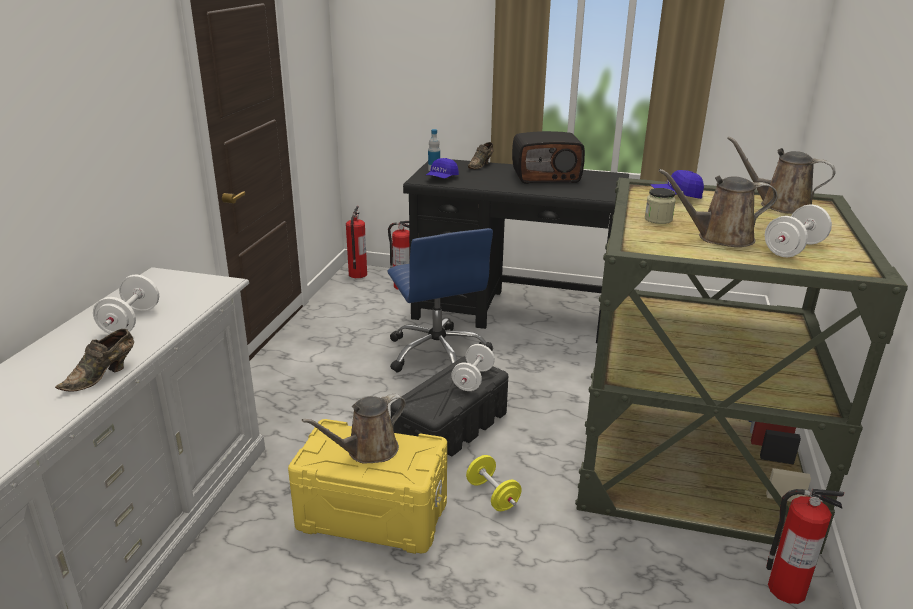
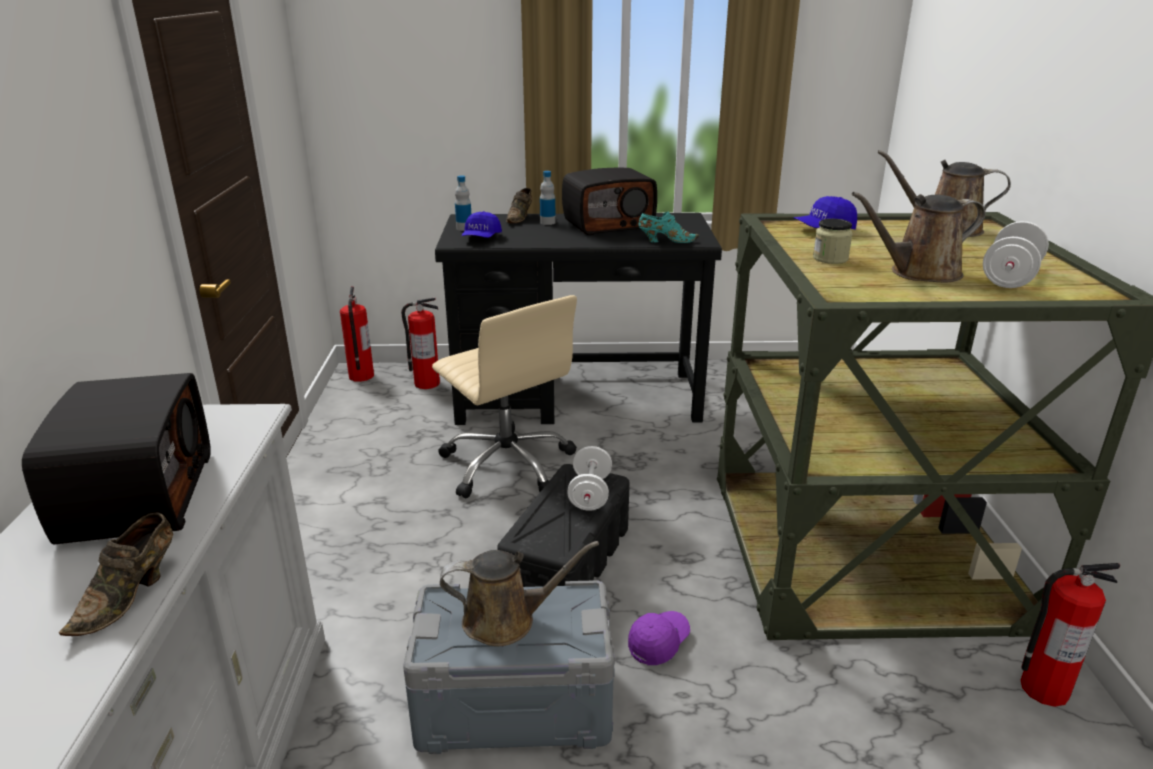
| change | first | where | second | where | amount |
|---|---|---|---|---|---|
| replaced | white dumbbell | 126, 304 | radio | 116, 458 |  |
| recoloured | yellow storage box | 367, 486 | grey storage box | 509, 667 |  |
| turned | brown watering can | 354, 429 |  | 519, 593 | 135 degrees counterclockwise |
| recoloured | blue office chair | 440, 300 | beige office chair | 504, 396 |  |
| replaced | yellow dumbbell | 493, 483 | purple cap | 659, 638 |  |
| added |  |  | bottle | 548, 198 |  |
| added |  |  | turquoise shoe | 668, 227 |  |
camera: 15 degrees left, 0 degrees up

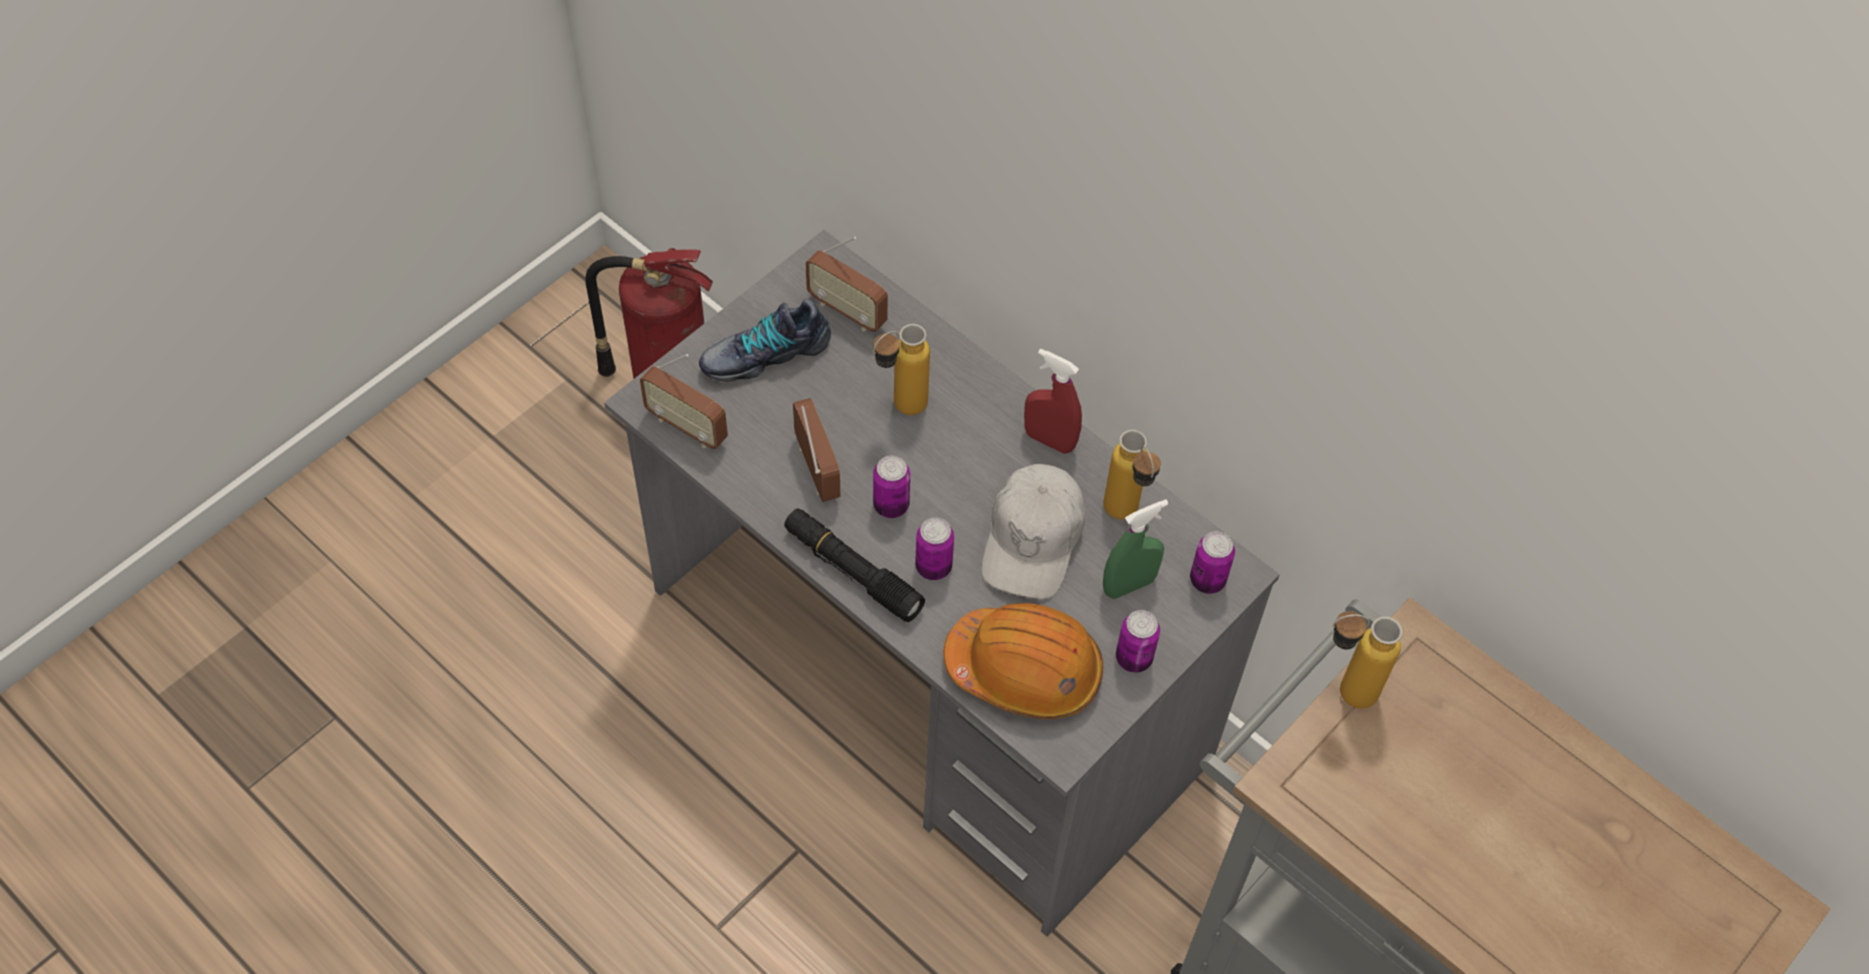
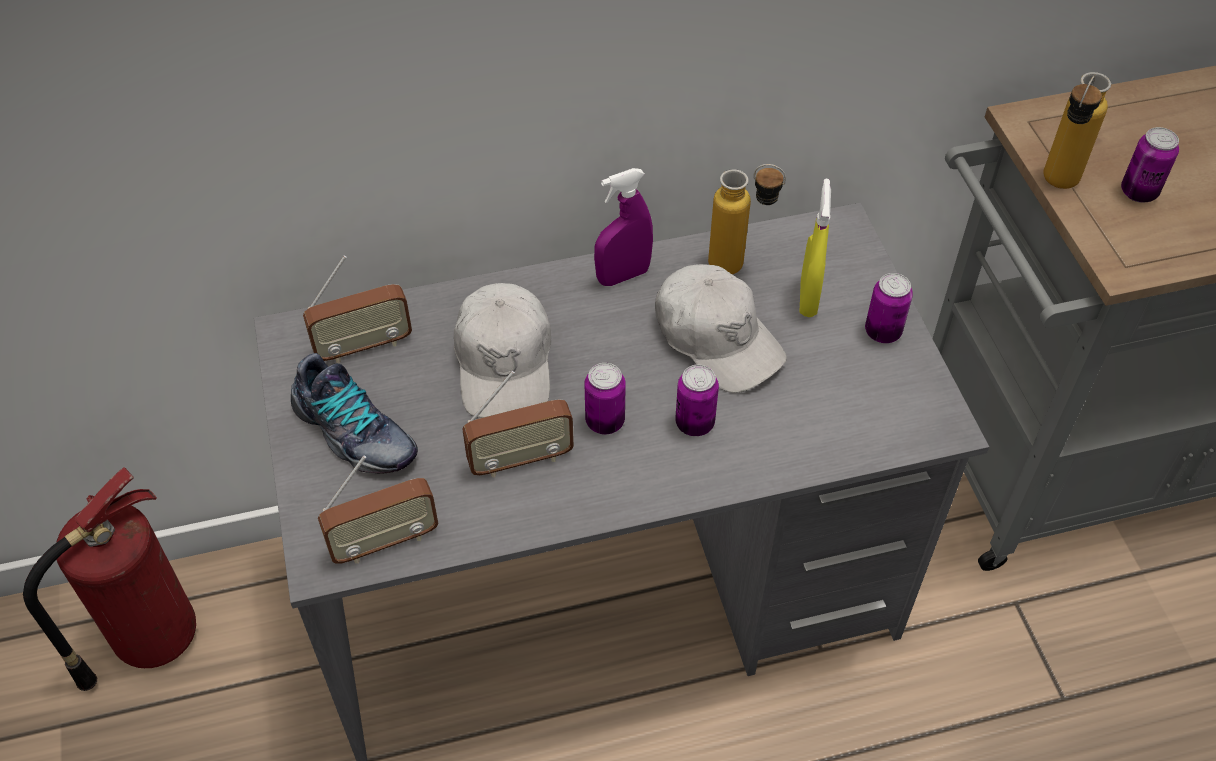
| change | first | where | second | where | amount |
|---|---|---|---|---|---|
| turned | shoe | 765, 340 |  | 354, 413 | 60 degrees counterclockwise |
| removed | black flashlight | 854, 565 |  |  |  |
| turned | radio | 816, 450 |  | 518, 424 | 150 degrees clockwise |
| replaced | bottle | 901, 369 | white cap | 502, 350 |  |
| removed | orange hard hat | 1023, 661 |  |  |  |
| recoloured | red spray bottle | 1053, 401 | purple spray bottle | 623, 227 |  |
| recoloured | green spray bottle | 1135, 549 | yellow spray bottle | 815, 248 |  |
| moved | can | 1212, 562 |  | 1150, 165 |  |
camera: 55 degrees left, 5 degrees down

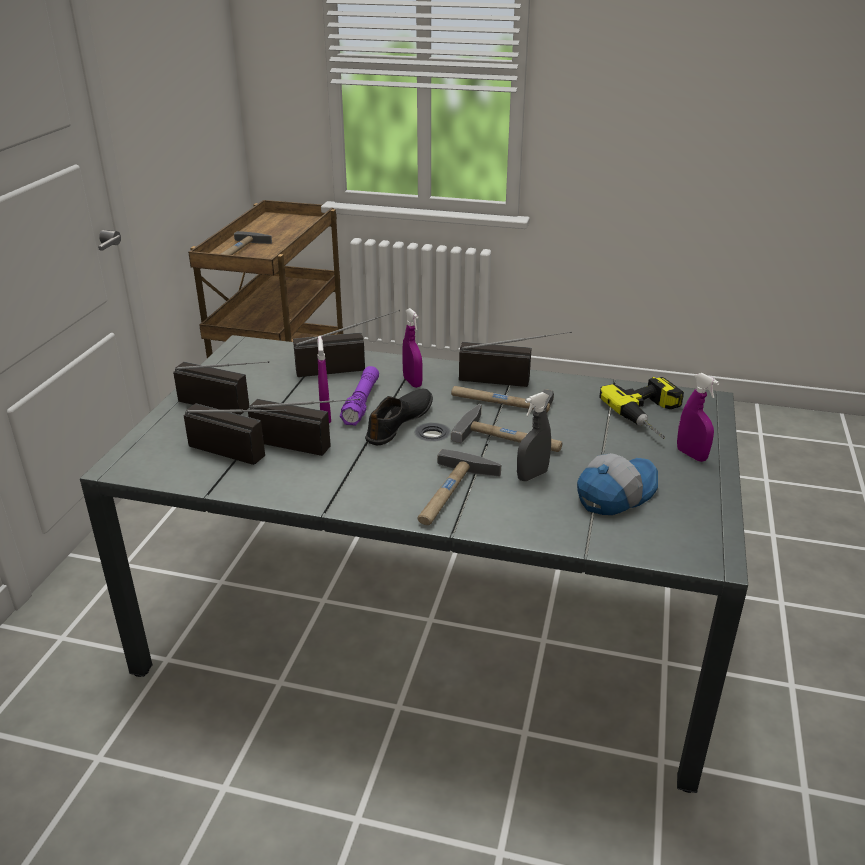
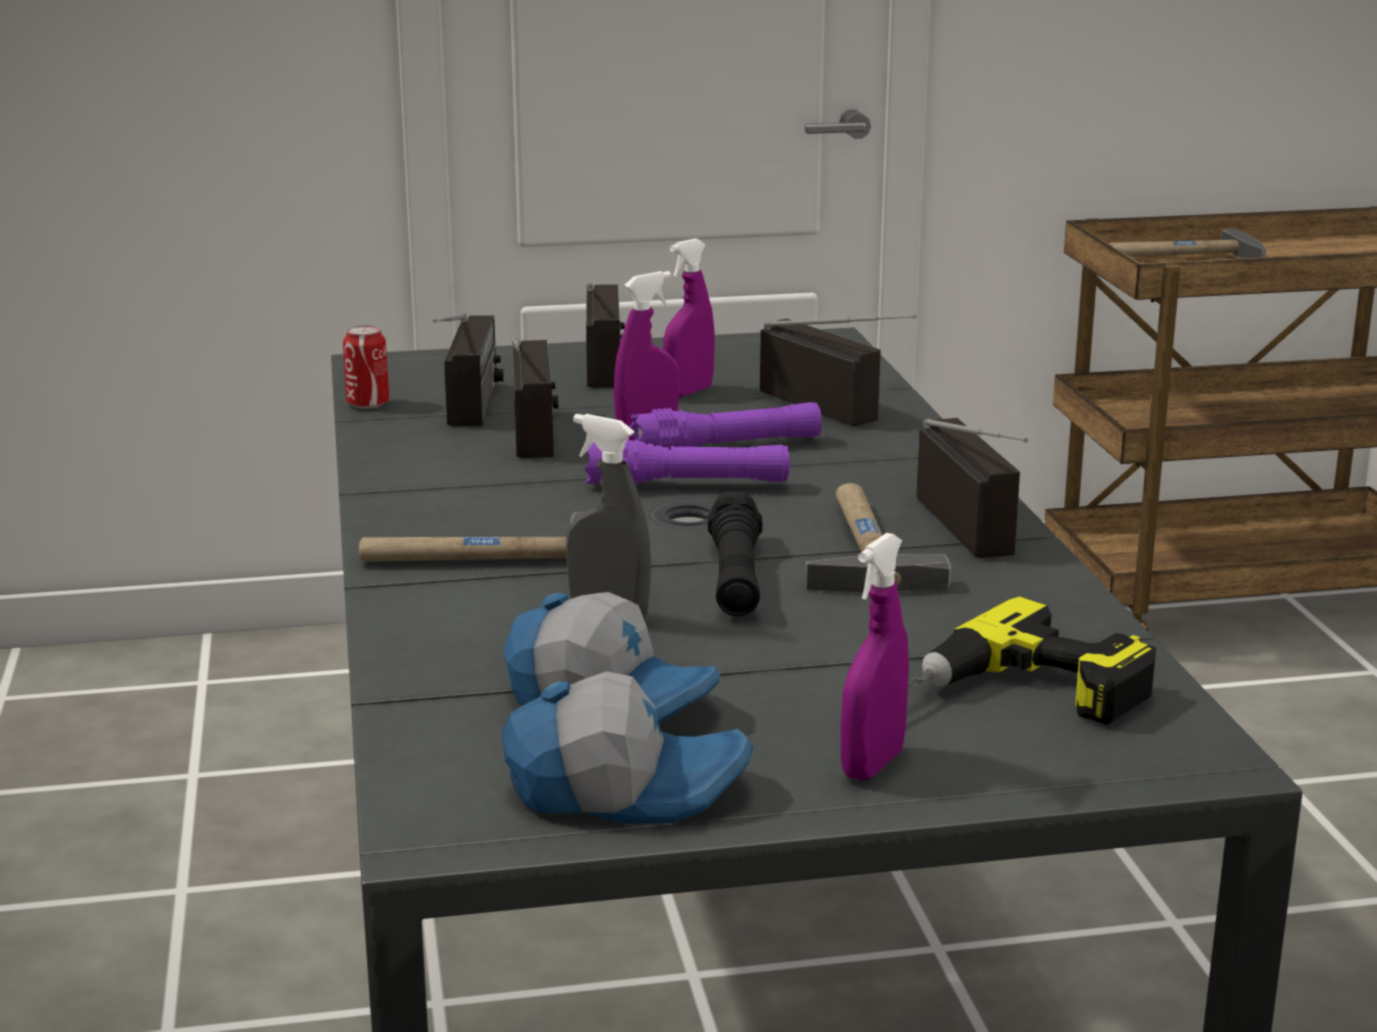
| change | first | where | second | where | amount |
|---|---|---|---|---|---|
| replaced | black shoe | 399, 417 | purple flashlight | 687, 461 |  |
| moved | purple spray bottle | 412, 348 |  | 689, 317 |  |
| replaced | hammer | 507, 428 | black flashlight | 735, 554 |  |
| added |  |  | can | 366, 367 |  |
| added |  |  | cap | 627, 747 |  |
camera: 65 degrees right, 10 degrees down

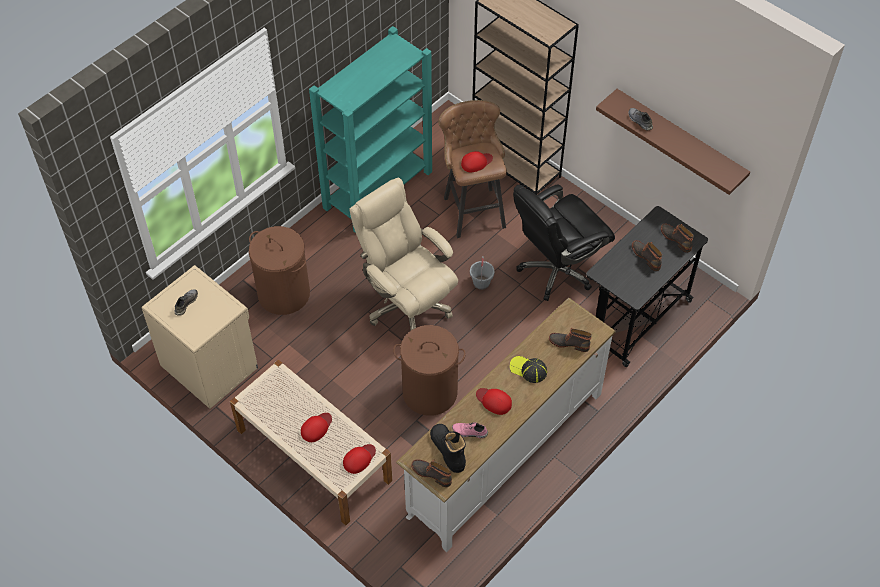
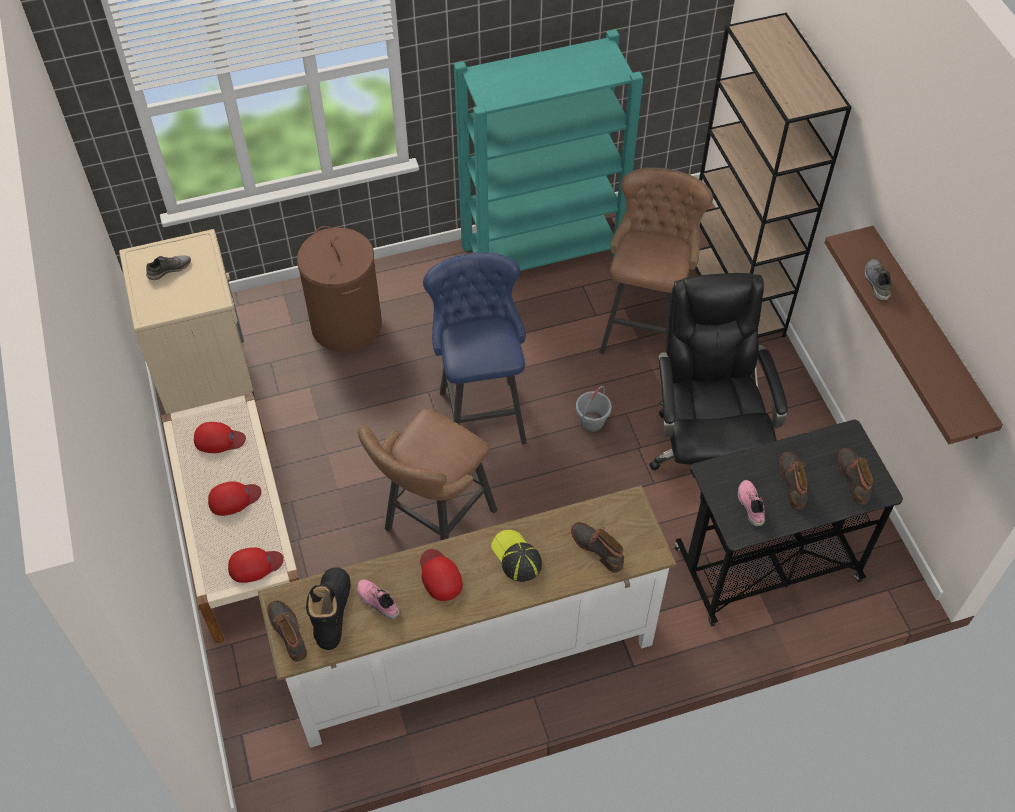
| change | first | where | second | where | amount |
|---|---|---|---|---|---|
| replaced | beige office chair | 403, 253 | blue stool | 475, 348 |  |
| replaced | brown laundry basket | 429, 370 | brown stool | 427, 474 |  |
| moved | red cap | 477, 161 |  | 220, 437 |  |
| turned | black office chair | 564, 242 |  | 718, 371 | 90 degrees clockwise |
| added |  |  | pink shoe | 751, 503 |  |
camera: 30 degrees right, 0 degrees up

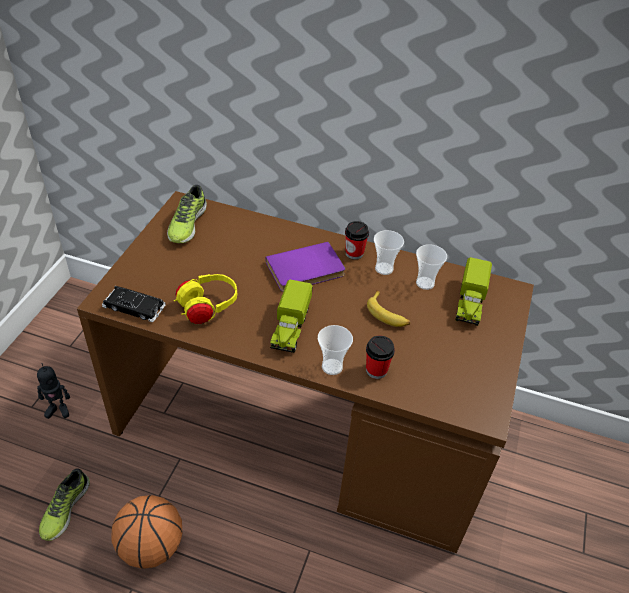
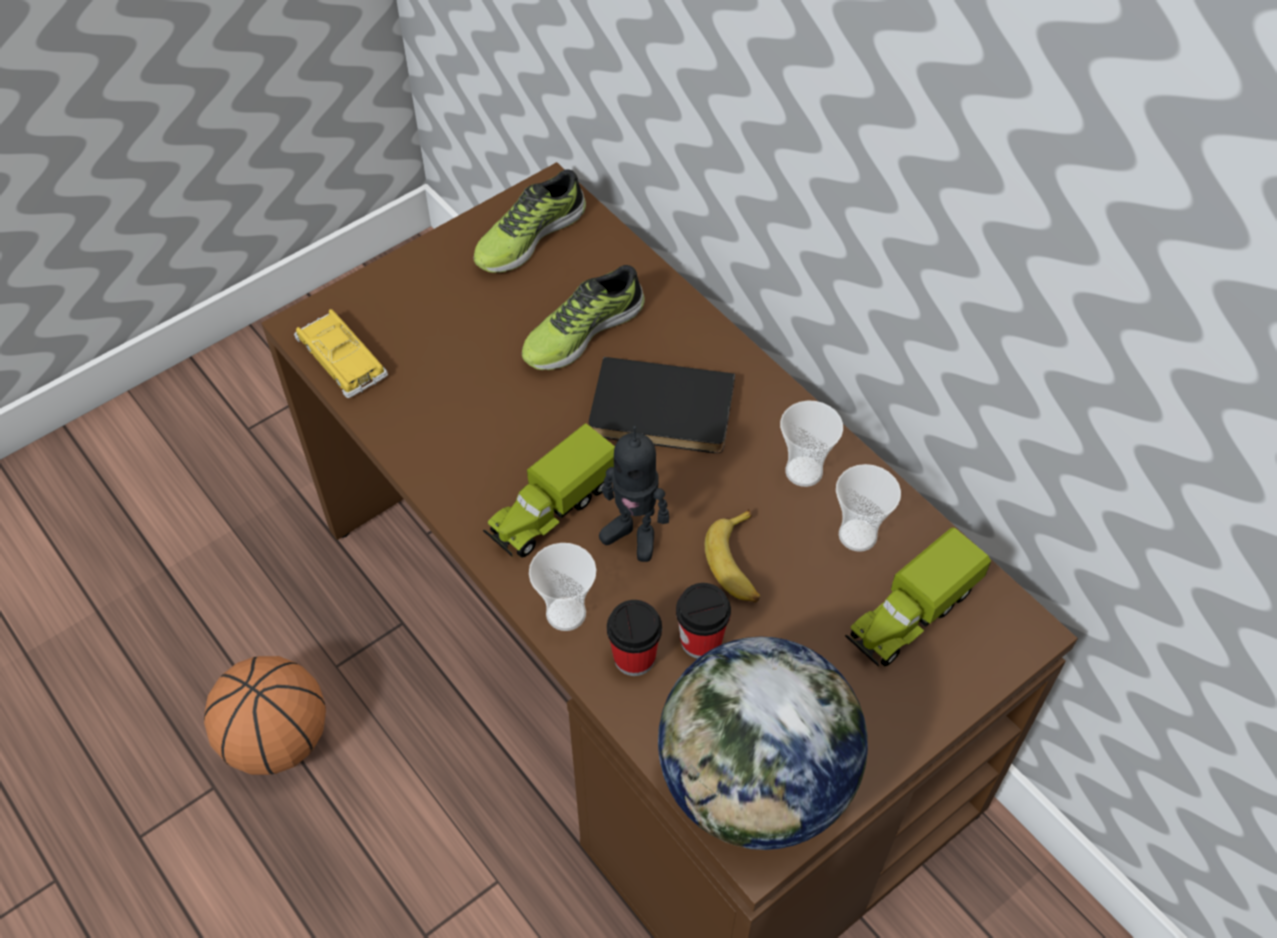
| change | first | where | second | where | amount |
|---|---|---|---|---|---|
| moved | toy robot | 53, 391 |  | 634, 494 |  |
| moved | shoe | 64, 504 |  | 583, 317 |  |
| recoloured | black toy car | 134, 304 | yellow toy car | 341, 353 |  |
| removed | yellow headphones | 205, 299 |  |  |  |
| recoloured | purple book | 305, 267 | black book | 662, 405 |  |
| moved | cup | 357, 240 |  | 703, 621 |  |
| added |  |  | globe | 763, 743 |  |
camera: 35 degrees right, 10 degrees up

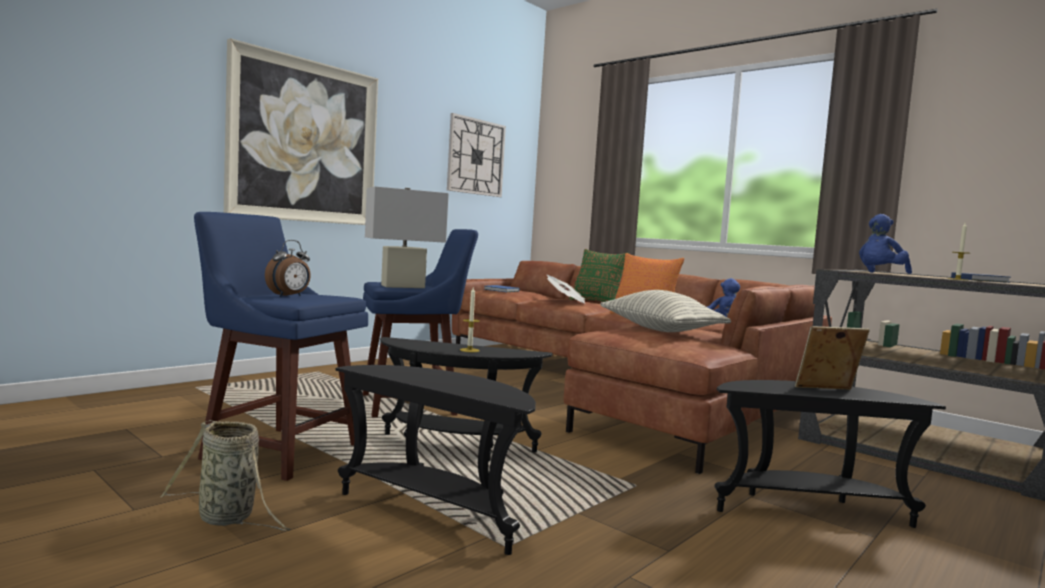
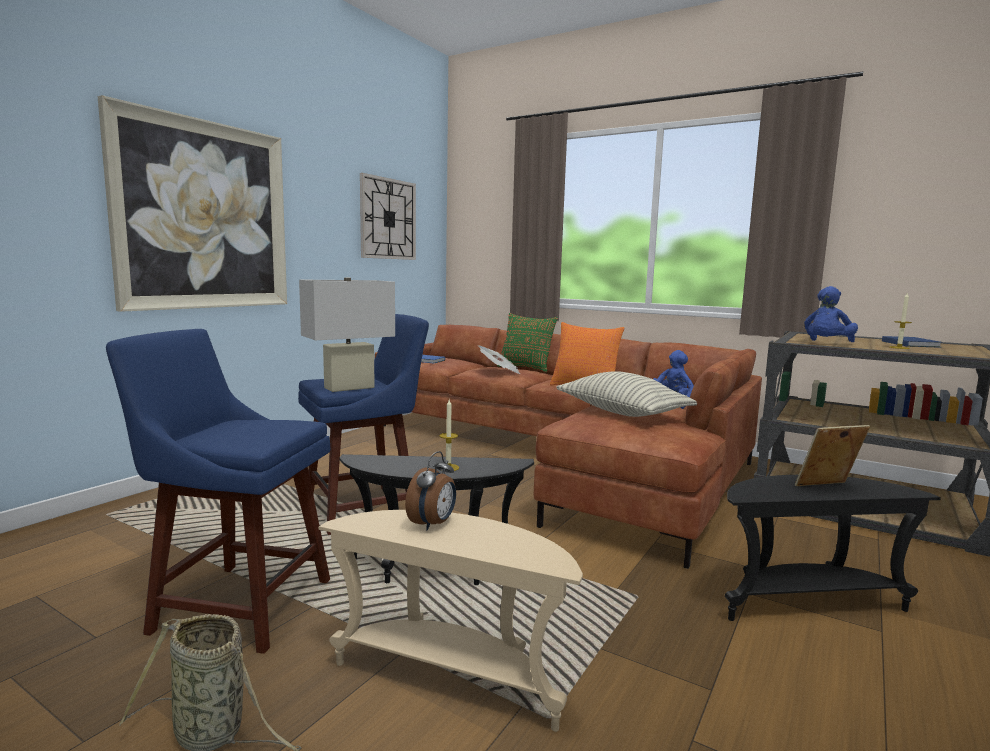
| change | first | where | second | where | amount |
|---|---|---|---|---|---|
| moved | alarm clock | 288, 268 |  | 430, 491 |  |
| recoloured | black side table | 436, 460 | beige side table | 450, 621 |  |
camera: 10 degrees left, 5 degrees up

